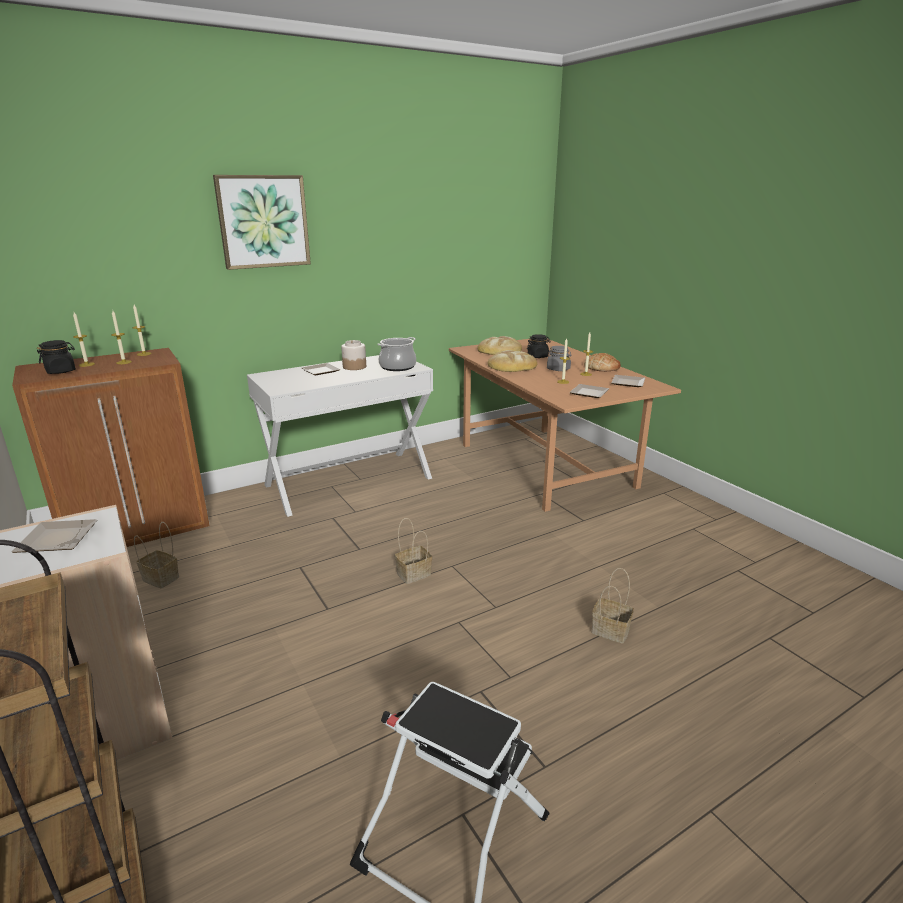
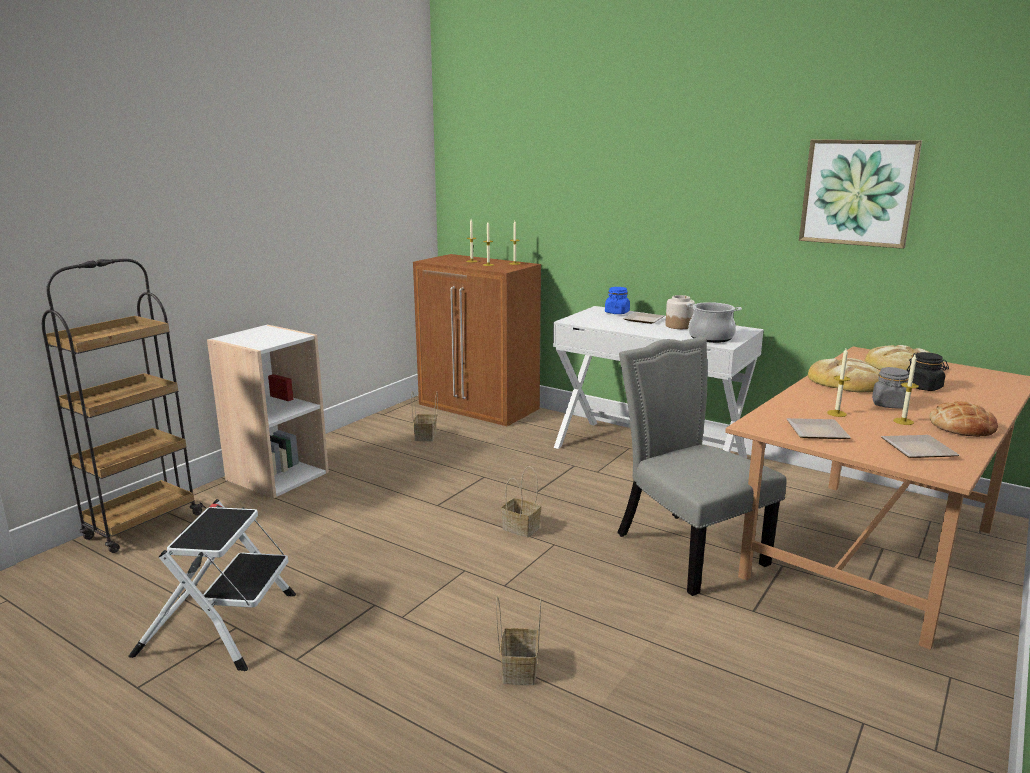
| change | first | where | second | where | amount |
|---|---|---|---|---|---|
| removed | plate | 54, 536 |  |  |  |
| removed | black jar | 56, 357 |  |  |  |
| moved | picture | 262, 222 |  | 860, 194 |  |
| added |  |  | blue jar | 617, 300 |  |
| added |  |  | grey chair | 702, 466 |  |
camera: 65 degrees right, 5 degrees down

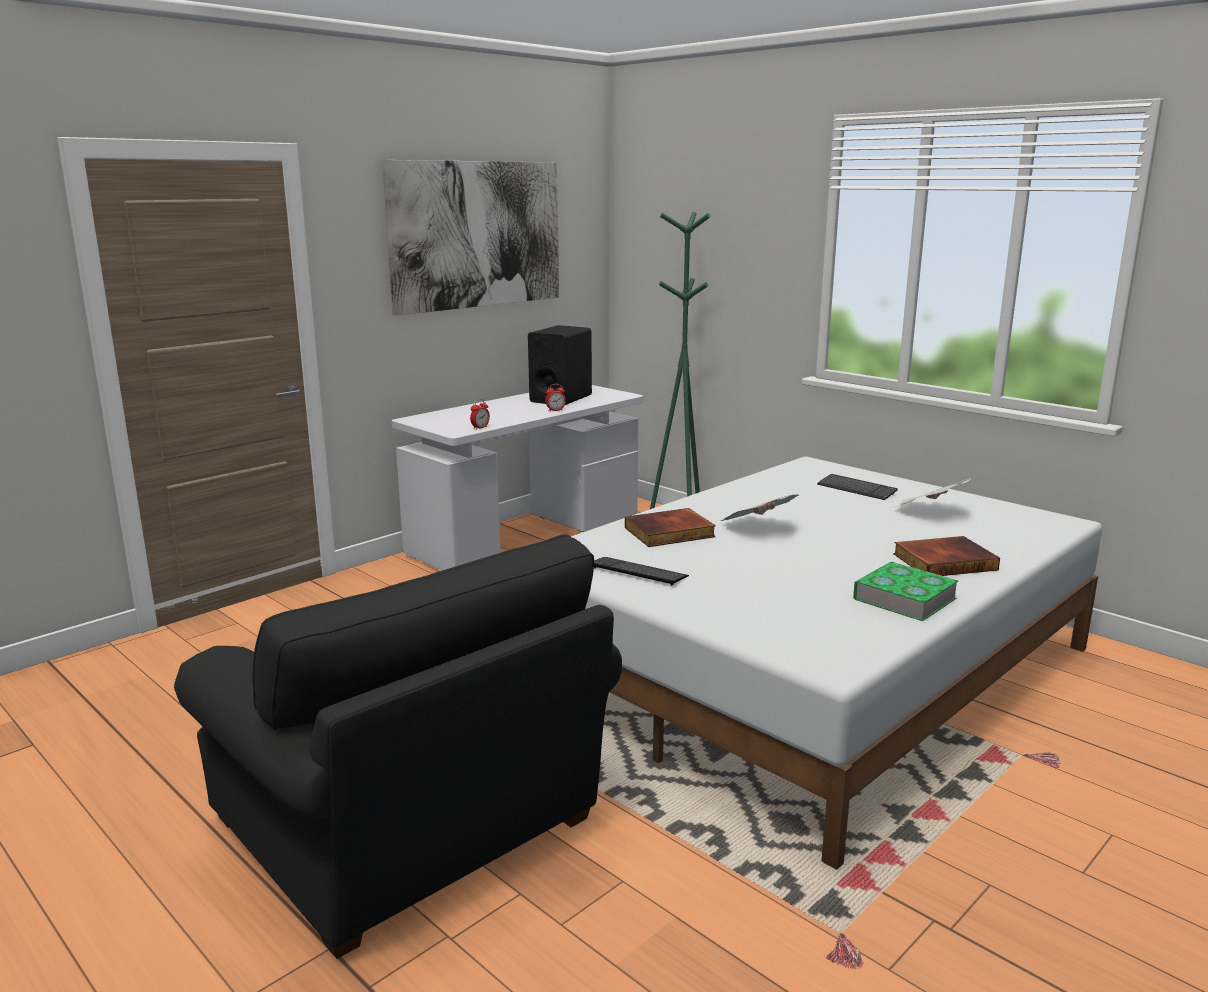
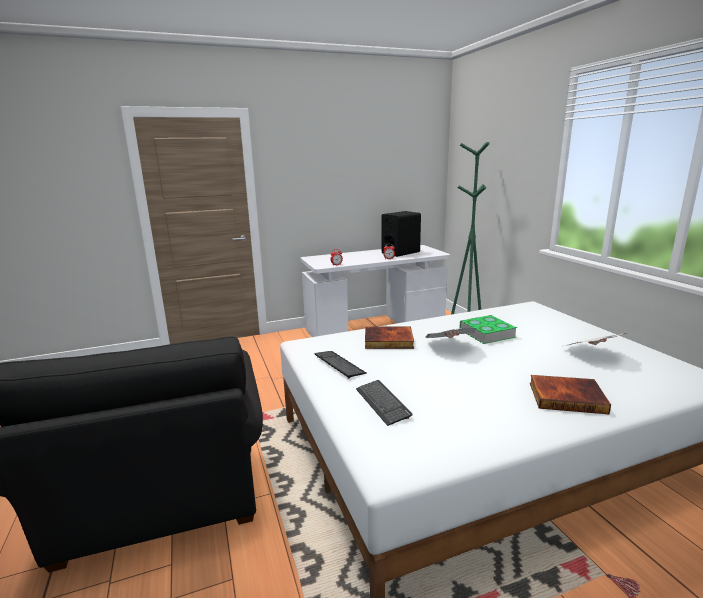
| change | first | where | second | where | amount |
|---|---|---|---|---|---|
| removed | picture | 470, 238 |  |  |  |
| moved | keyboard | 857, 487 |  | 384, 403 |  |
| moved | book | 906, 591 |  | 488, 329 |  |
camera: 25 degrees right, 0 degrees up

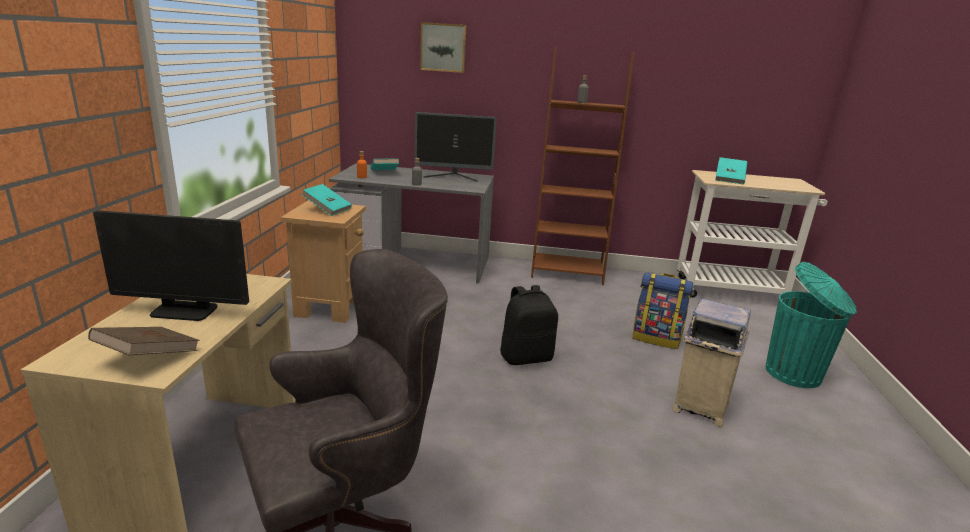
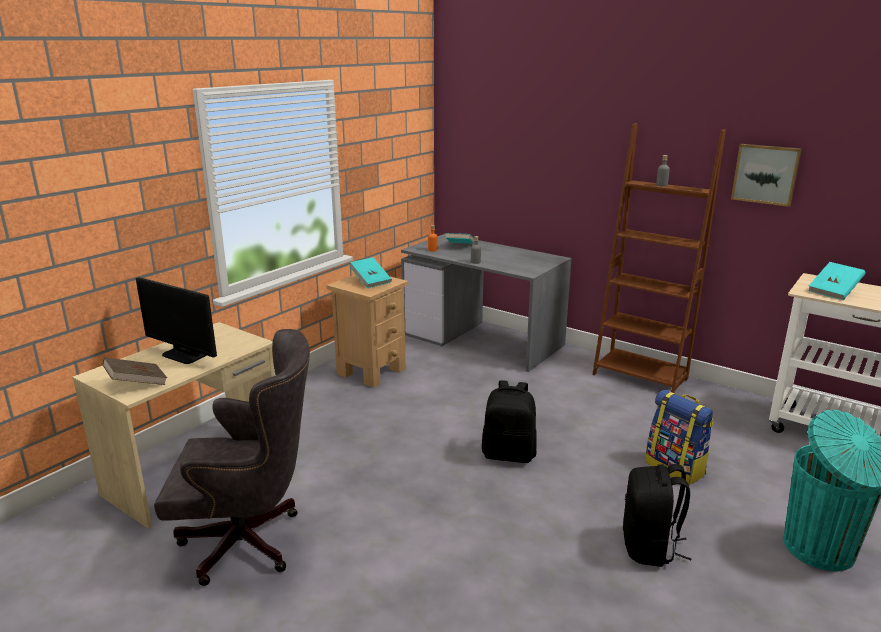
| change | first | where | second | where | amount |
|---|---|---|---|---|---|
| removed | monitor | 456, 147 |  |  |  |
| moved | picture | 443, 47 |  | 766, 175 |  |
| replaced | beige trash can | 711, 363 | black backpack | 657, 515 |  |
camera: 30 degrees right, 0 degrees up

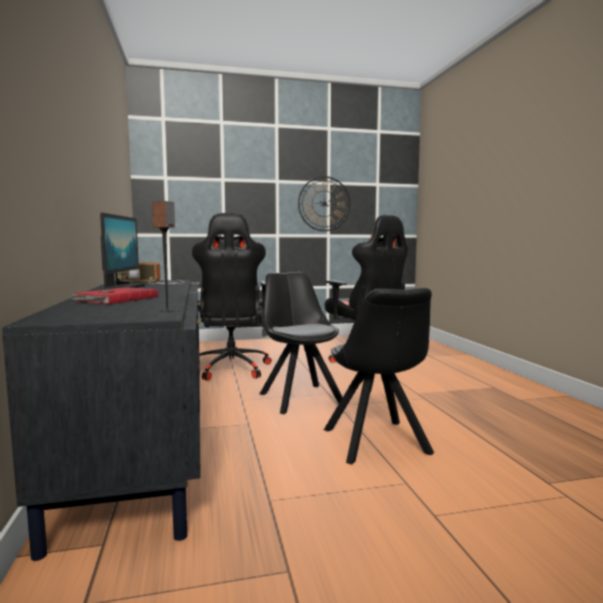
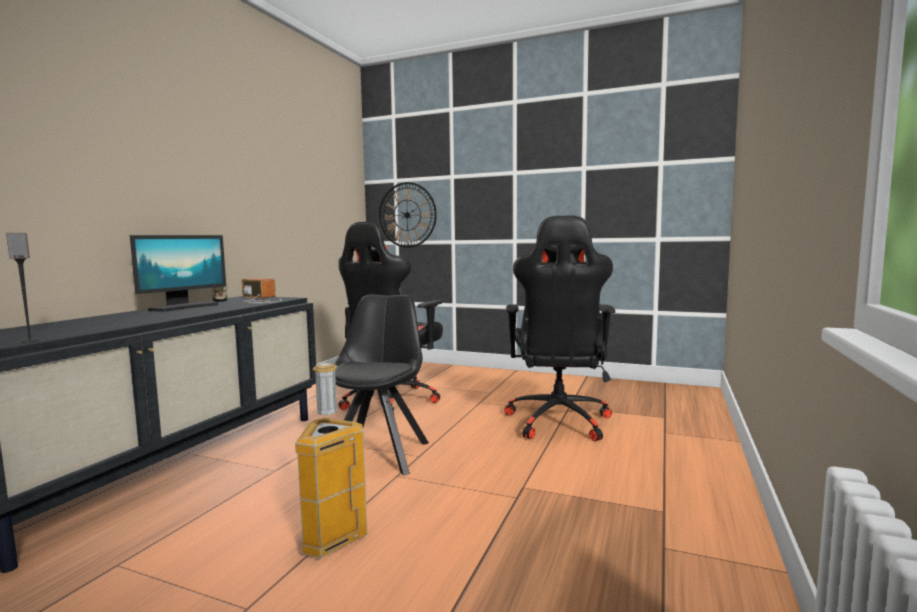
| change | first | where | second | where | amount |
|---|---|---|---|---|---|
| removed | red book | 114, 295 |  |  |  |
| moved | wall clock | 324, 203 |  | 408, 215 |  |
| replaced | black chair | 379, 376 | trash can | 331, 460 |  |
camera: 35 degrees right, 0 degrees up

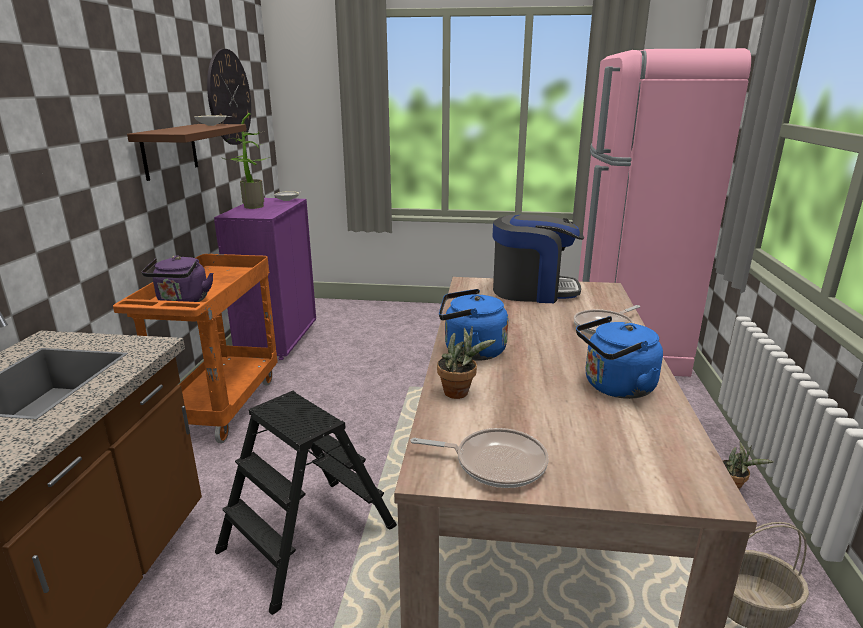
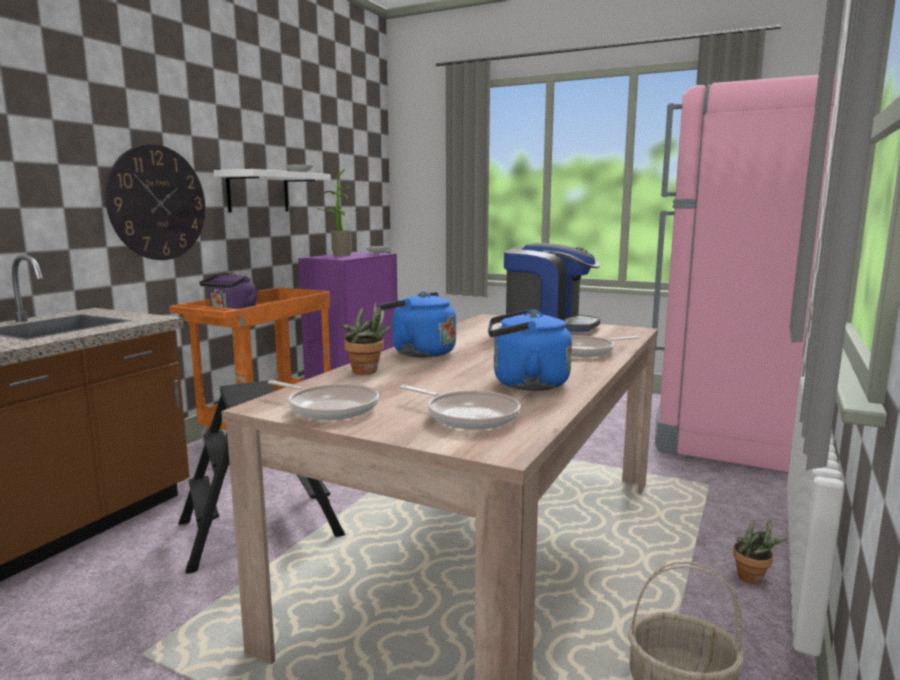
| change | first | where | second | where | amount |
|---|---|---|---|---|---|
| recoloured | brown shelf | 187, 152 | white shelf | 272, 190 |  |
| moved | wall clock | 229, 97 |  | 155, 202 |  |
| added |  |  | frying pan | 460, 407 |  |
camera: 20 degrees right, 10 degrees down

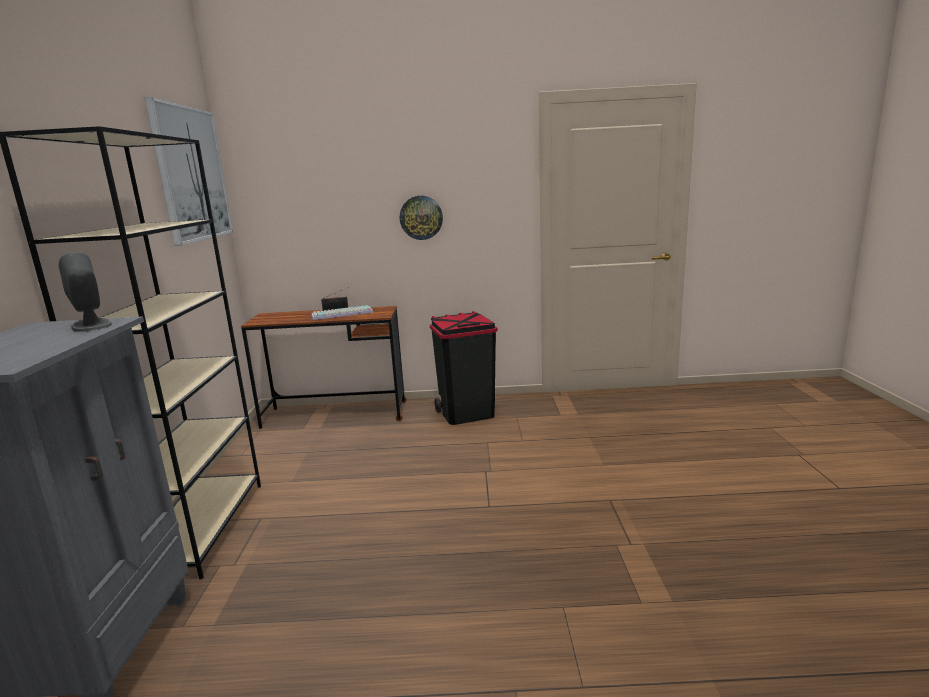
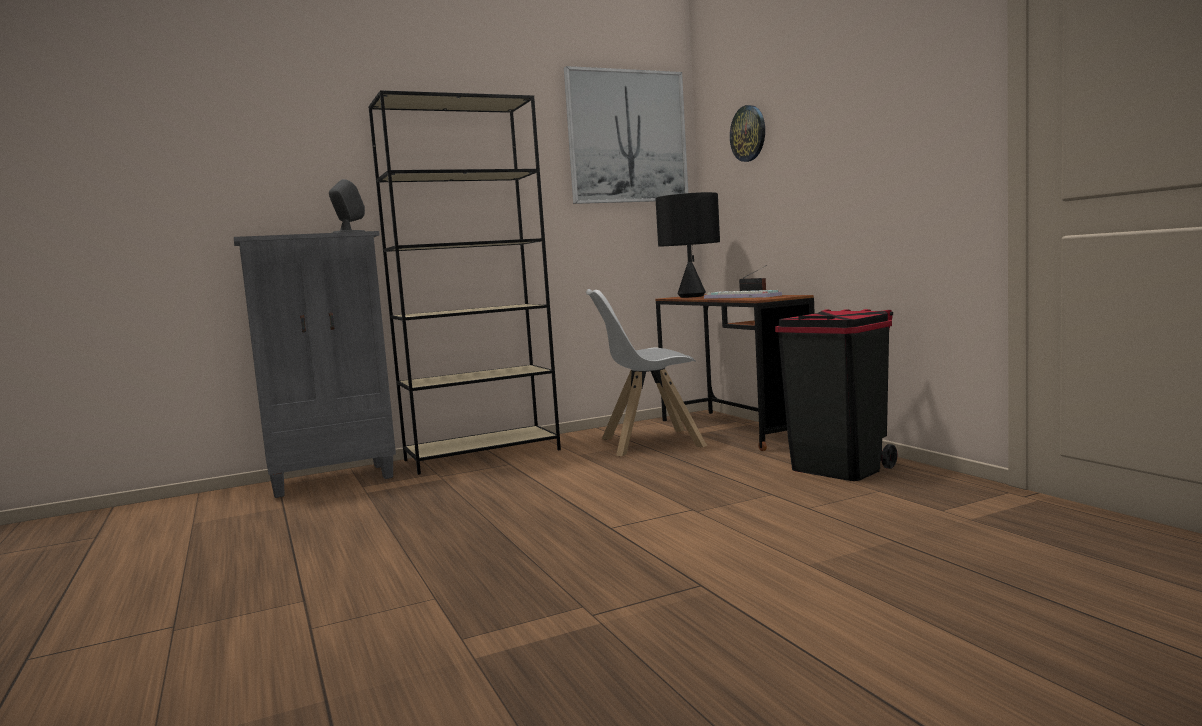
| change | first | where | second | where | amount |
|---|---|---|---|---|---|
| moved | wall clock | 421, 218 |  | 747, 133 |  |
| added |  |  | chair | 646, 372 |  |
| added |  |  | black table lamp | 687, 245 |  |
camera: 65 degrees right, 10 degrees down

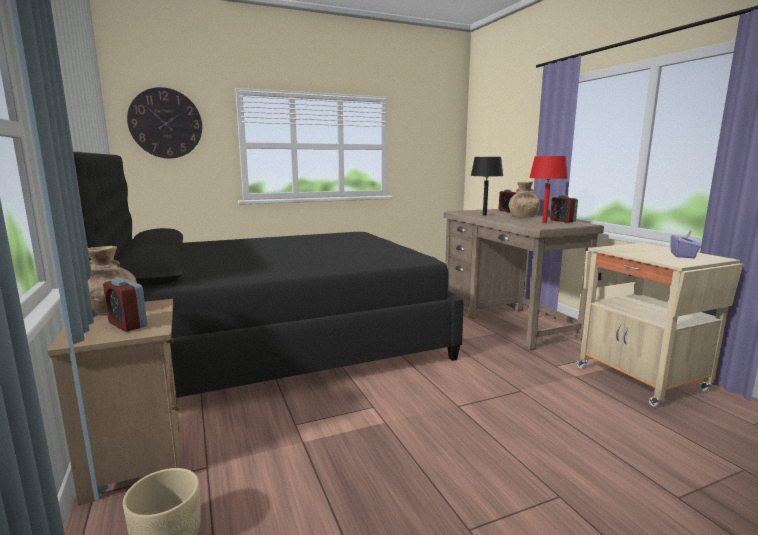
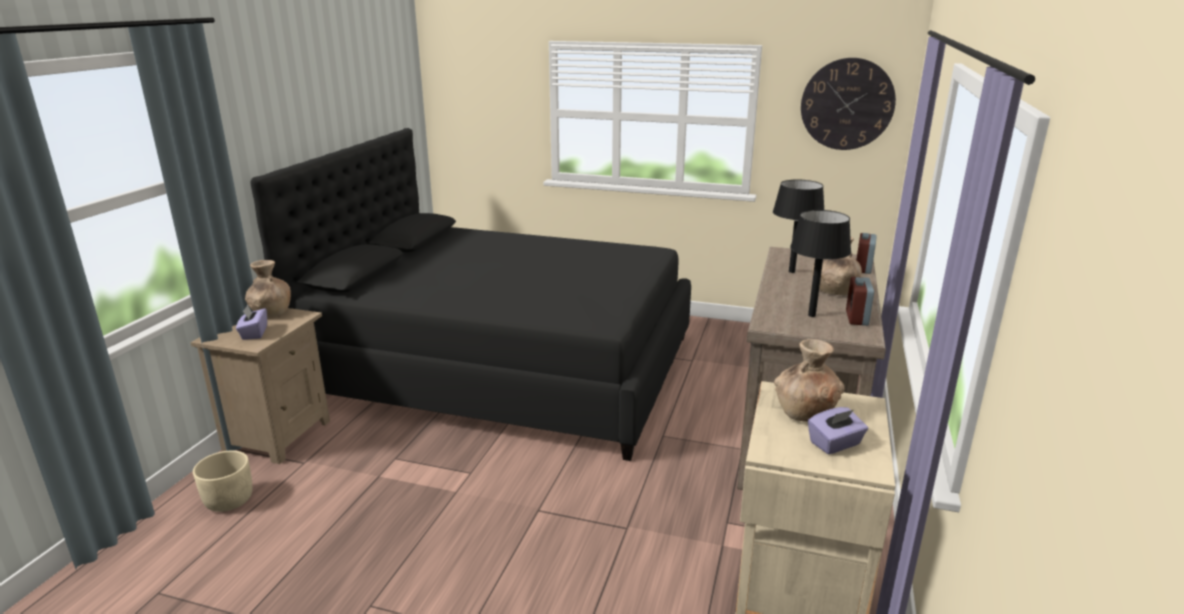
| change | first | where | second | where | amount |
|---|---|---|---|---|---|
| replaced | alarm clock | 125, 305 | purple tissue box | 251, 322 |  |
| moved | wall clock | 164, 122 |  | 848, 104 |  |
| recoloured | red table lamp | 548, 189 | black table lamp | 820, 263 |  |
| added |  |  | brown vase | 809, 380 |  |
camera: 40 degrees right, 10 degrees up

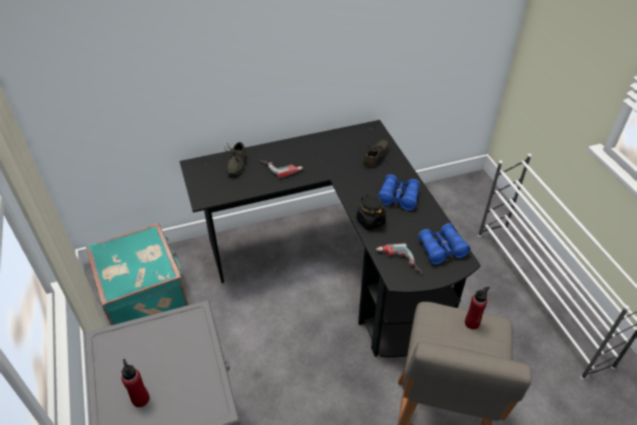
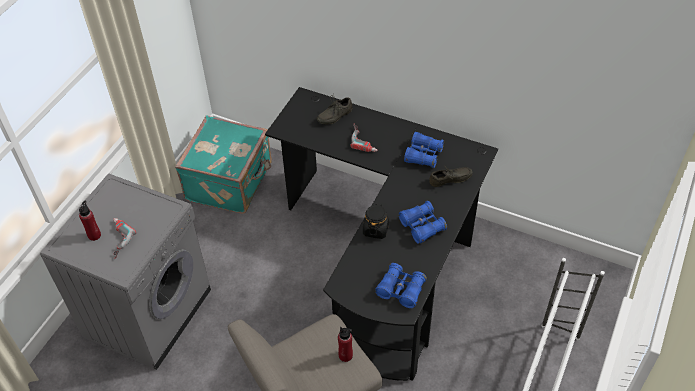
| change | first | where | second | where | amount |
|---|---|---|---|---|---|
| moved | power drill | 399, 258 |  | 124, 238 |  |
| added |  |  | blue binoculars | 424, 150 |  |
camera: 45 degrees right, 5 degrees up

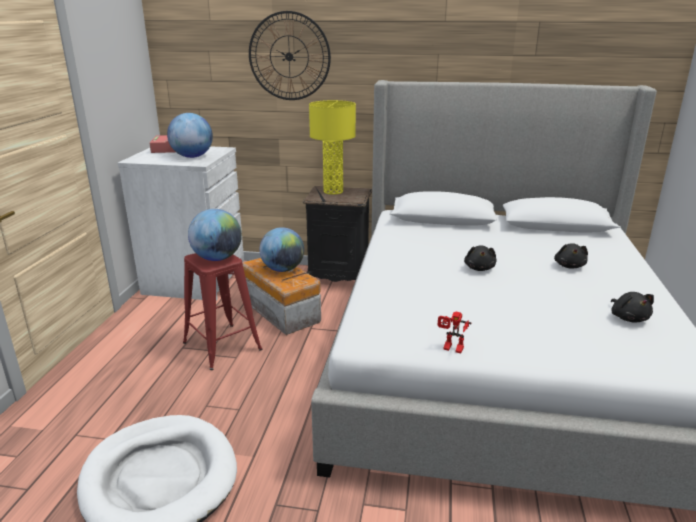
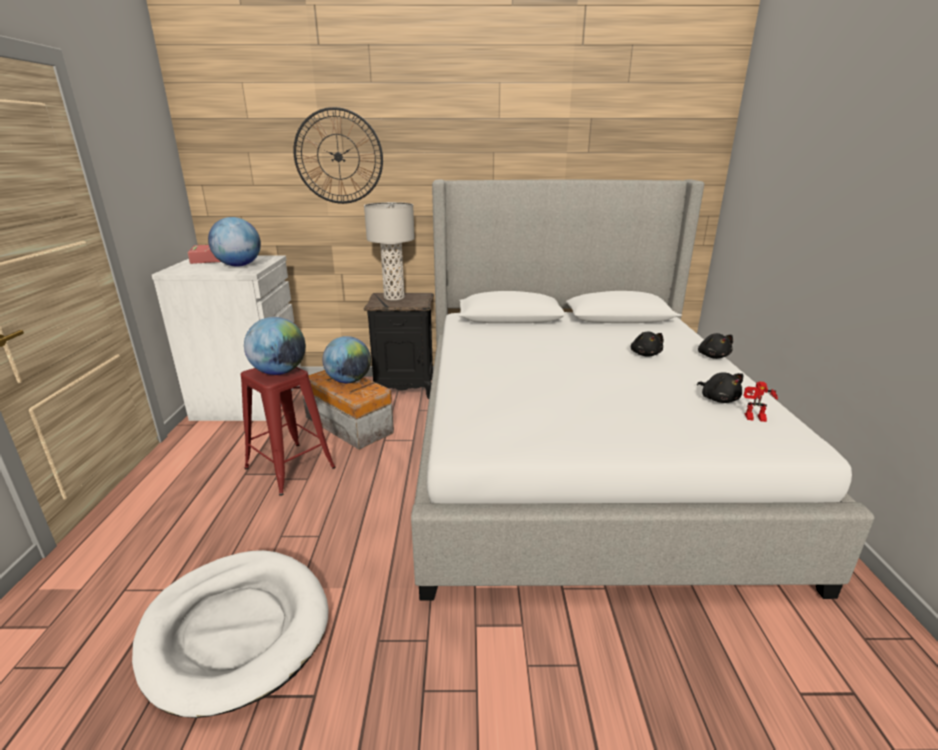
| change | first | where | second | where | amount |
|---|---|---|---|---|---|
| recoloured | yellow table lamp | 332, 147 | white table lamp | 389, 251 |  |
| moved | toy robot | 454, 332 |  | 760, 401 |  |
| moved | black plush toy | 480, 258 |  | 715, 346 |  |
camera: 10 degrees left, 0 degrees up

